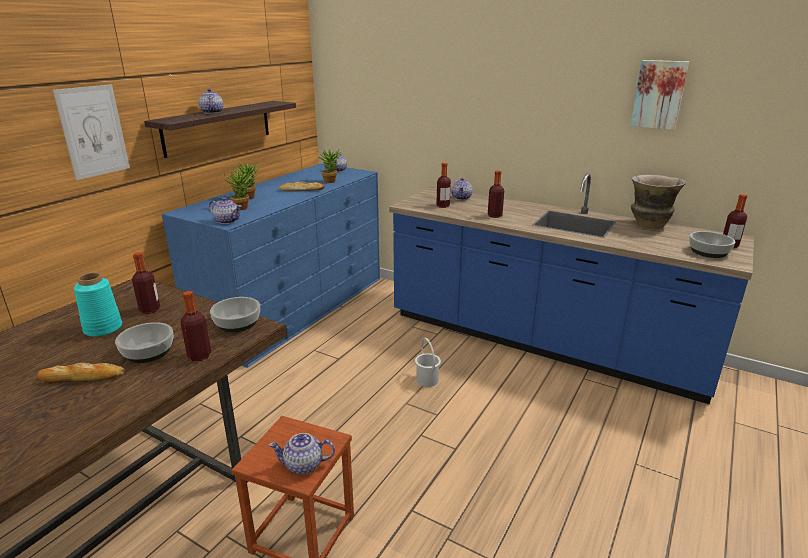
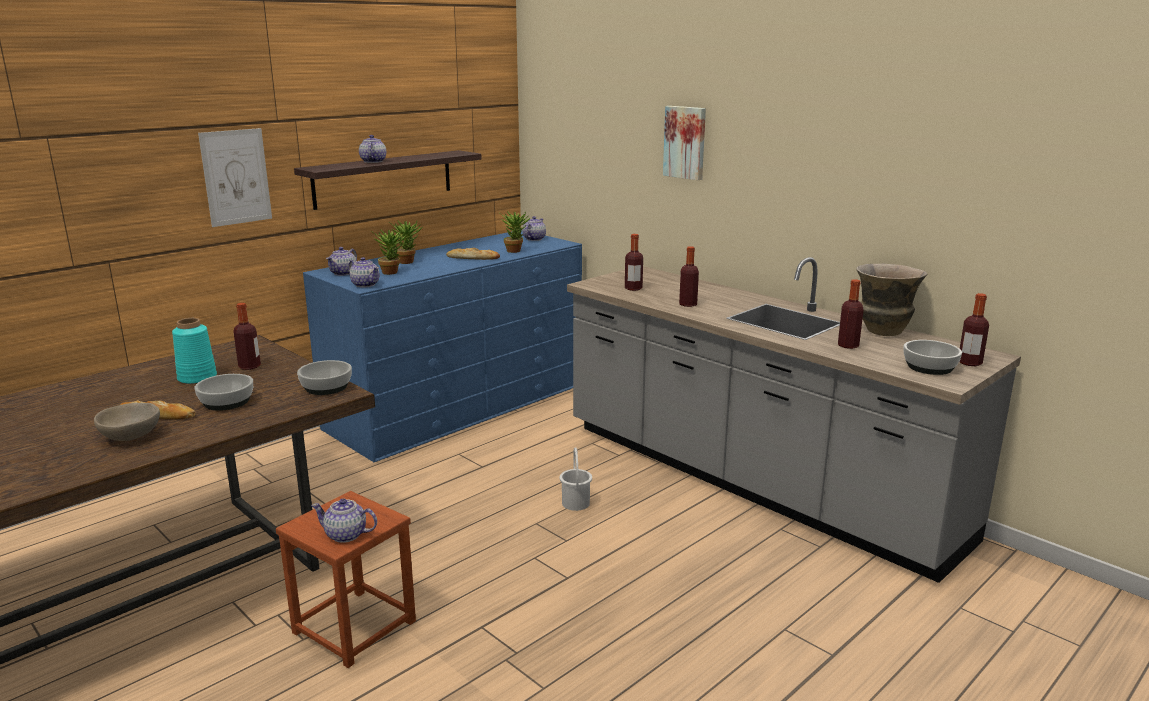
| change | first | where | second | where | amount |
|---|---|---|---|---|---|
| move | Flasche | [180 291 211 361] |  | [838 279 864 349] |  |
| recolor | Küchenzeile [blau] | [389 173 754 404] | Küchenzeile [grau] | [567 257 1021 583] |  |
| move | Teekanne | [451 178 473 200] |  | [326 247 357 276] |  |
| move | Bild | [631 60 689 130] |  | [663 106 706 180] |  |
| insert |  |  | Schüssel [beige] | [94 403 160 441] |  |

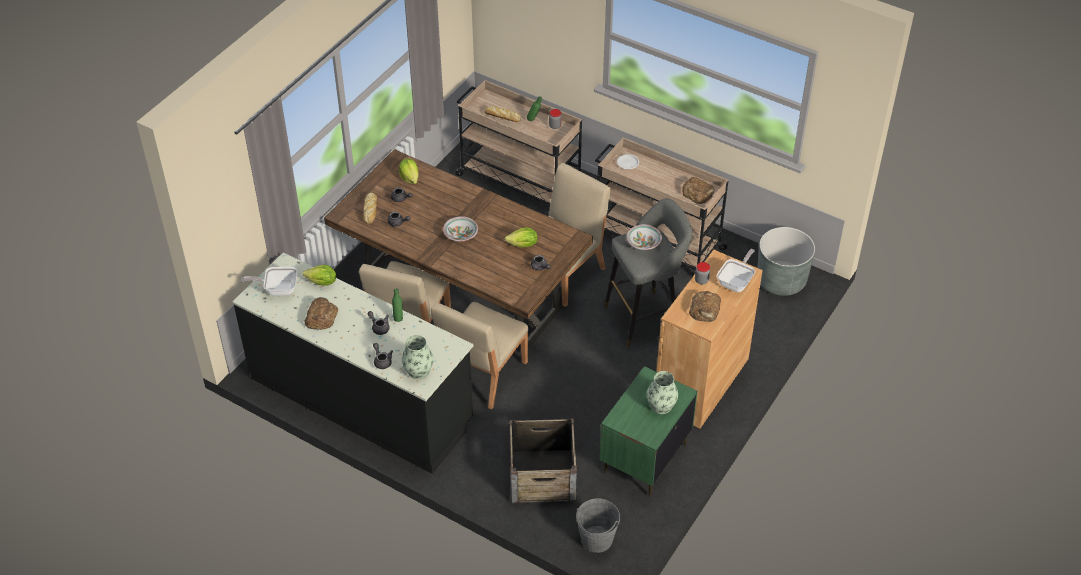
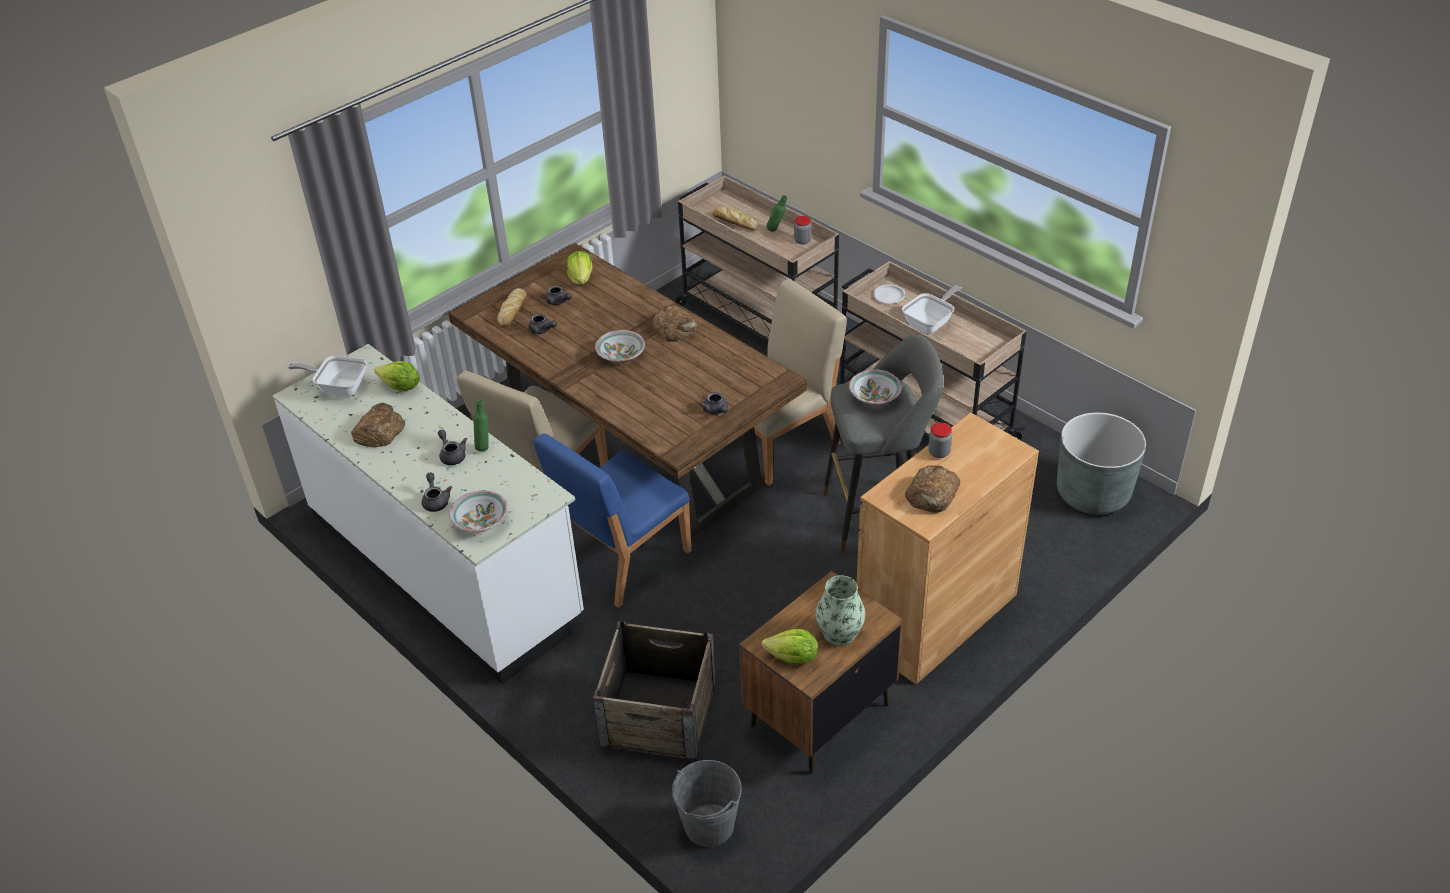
| change | first | where | second | where | amount |
|---|---|---|---|---|---|
| recolor | Küchenzeile [schwarz] | [232 252 474 474] | Küchenzeile [weiß] | [273 344 584 684] |  |
| replace | Vase | [402 335 434 379] | Schüssel | [449 490 508 532] |  |
| recolor | Stuhl [beige] | [431 302 528 410] | Stuhl [blau] | [533 433 691 608] |  |
| move | Salatkopf | [505 227 538 248] |  | [761 629 818 664] |  |
| recolor | Nachttisch [grün] | [600 366 697 496] | Nachttisch [braun] | [739 571 903 773] |  |
| move | Brot | [682 177 715 204] |  | [653 305 698 342] |  |
| move | Pfanne | [717 249 755 292] |  | [902 285 962 334] |  |

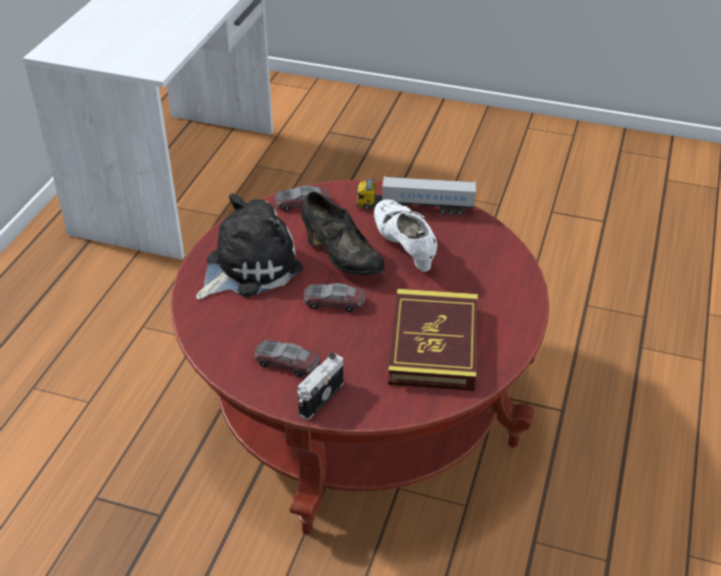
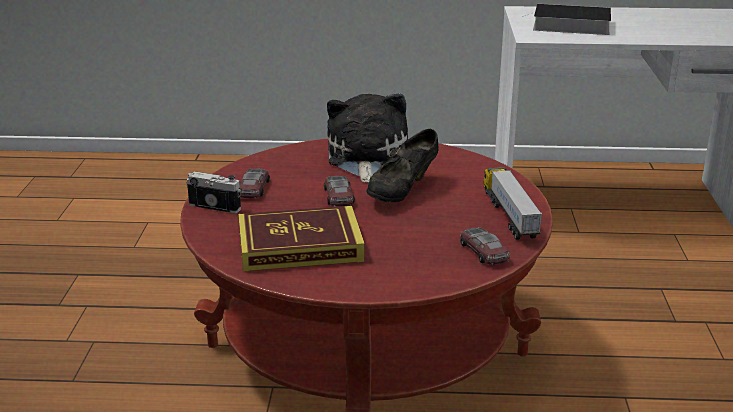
| change | first | where | second | where | amount |
|---|---|---|---|---|---|
| rotate | Plüschtier | [196 193 303 300] |  | [327 93 408 183] | 120 degrees counterclockwise |
| move | Spielzeugauto | [275 186 330 211] |  | [460 227 510 265] |  |
| delete | Schuh [weiß] | [374 199 437 272] |  |  |  |
| insert |  |  | Buch | [522 4 611 35] |  |

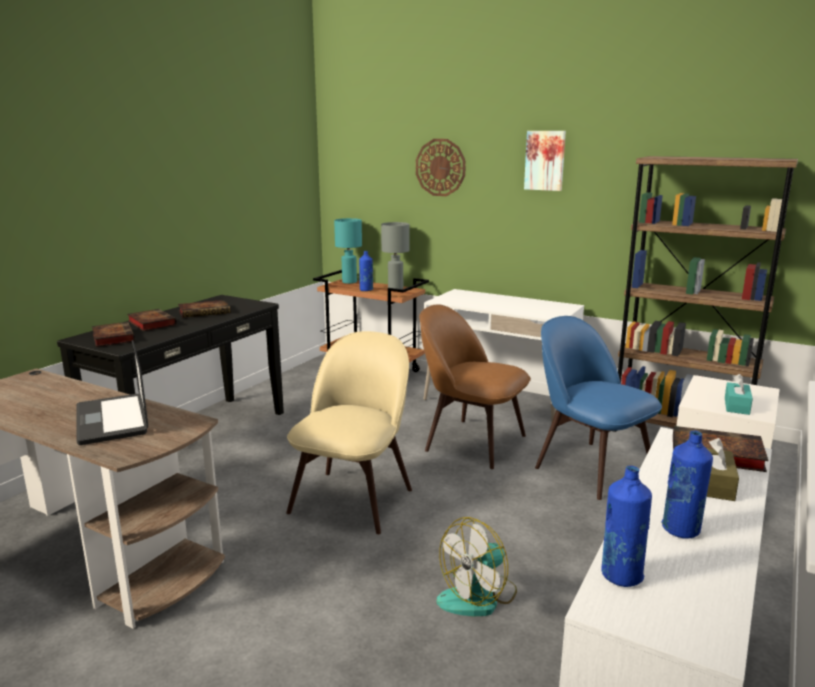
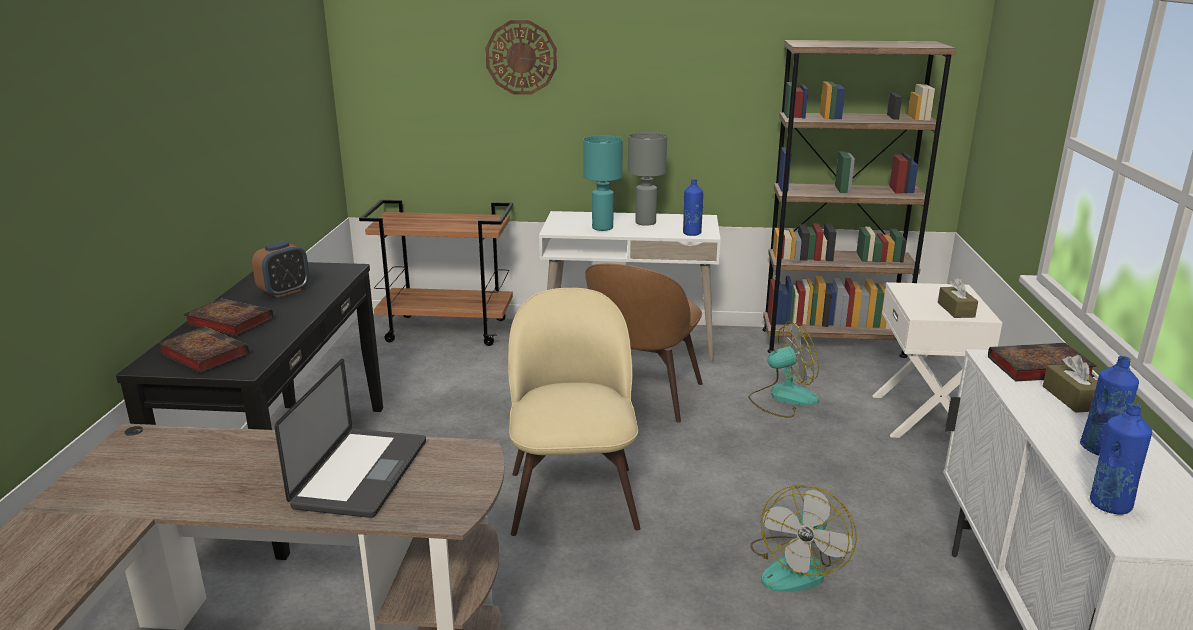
| change | first | where | second | where | amount |
|---|---|---|---|---|---|
| rotate | Laptop | [76 340 148 445] |  | [274 359 426 518] | 120 degrees counterclockwise |
| replace | Buch | [178 300 230 317] | Wecker | [252 241 309 298] |  |
| move | Tischlampe [türkis] | [334 218 362 284] |  | [583 136 623 231] |  |
| move | Flasche [blau] | [359 251 373 291] |  | [683 179 703 236] |  |
| move | Tischlampe [grau] | [381 222 410 289] |  | [628 132 667 226] |  |
| rotate | Stuhl [braun] | [419 304 531 469] |  | [585 264 703 422] | 75 degrees counterclockwise |
| delete | Bild | [524 131 566 191] |  |  |  |
| replace | Stuhl [blau] | [535 316 662 500] | Ventilator | [748 321 819 418] |  |
| recolor | Taschentuchbox [türkis] | [725 374 753 415] | Taschentuchbox [braun] | [938 278 978 318] |  |

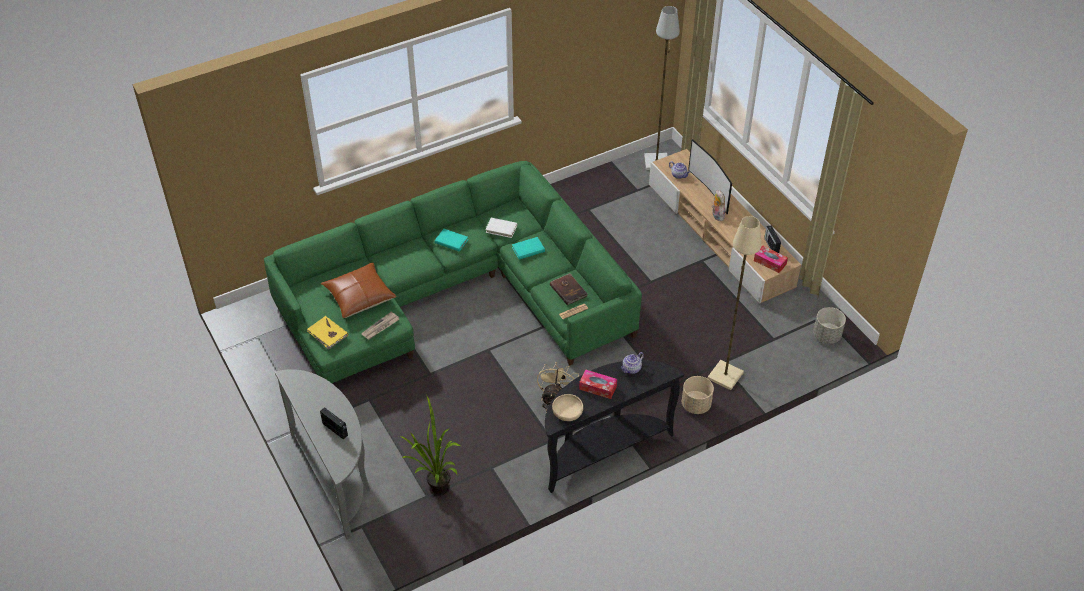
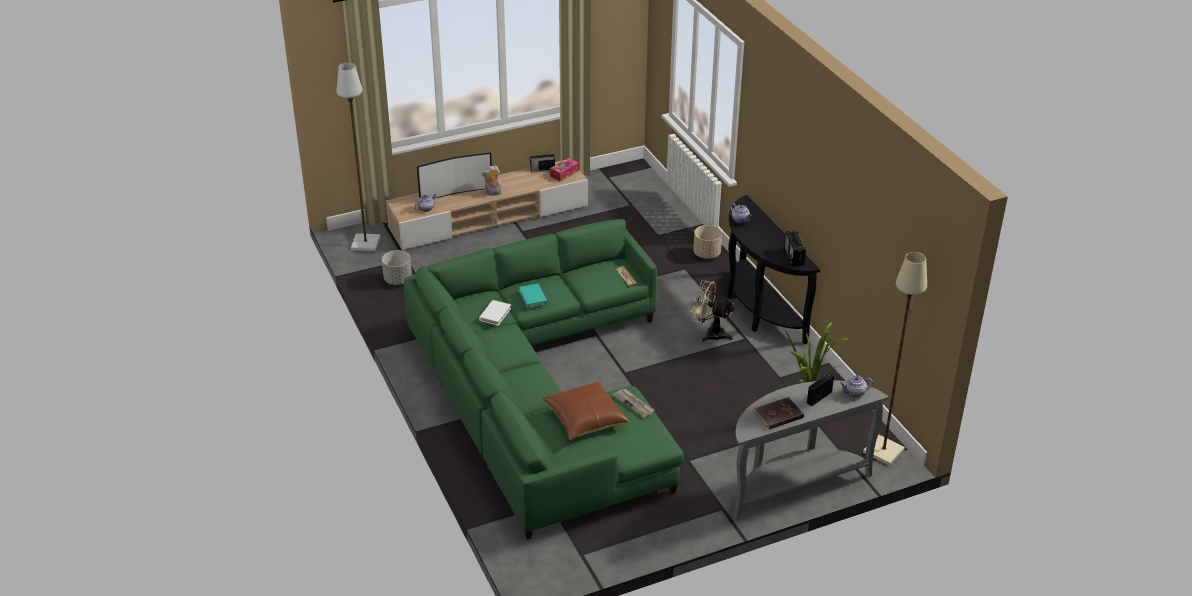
| change | first | where | second | where | amount |
|---|---|---|---|---|---|
| delete | Buch [gelb] | [307 316 348 350] |  |  |  |
| delete | Buch [türkis] | [435 229 468 252] |  |  |  |
| move | Buch [braun] | [550 273 588 305] |  | [753 397 804 429] |  |
| replace | Schüssel [beige] | [552 394 583 421] | Radio | [784 230 806 266] |  |
| delete | Taschentuchbox | [579 370 617 399] |  |  |  |
| move | Stehlampe [beige] | [707 216 761 390] |  | [863 252 927 466] |  |
| move | Pflanzkübel [grau] | [813 307 846 344] |  | [382 250 412 285] |  |
| insert |  |  | Teekanne | [840 376 873 398] |  |

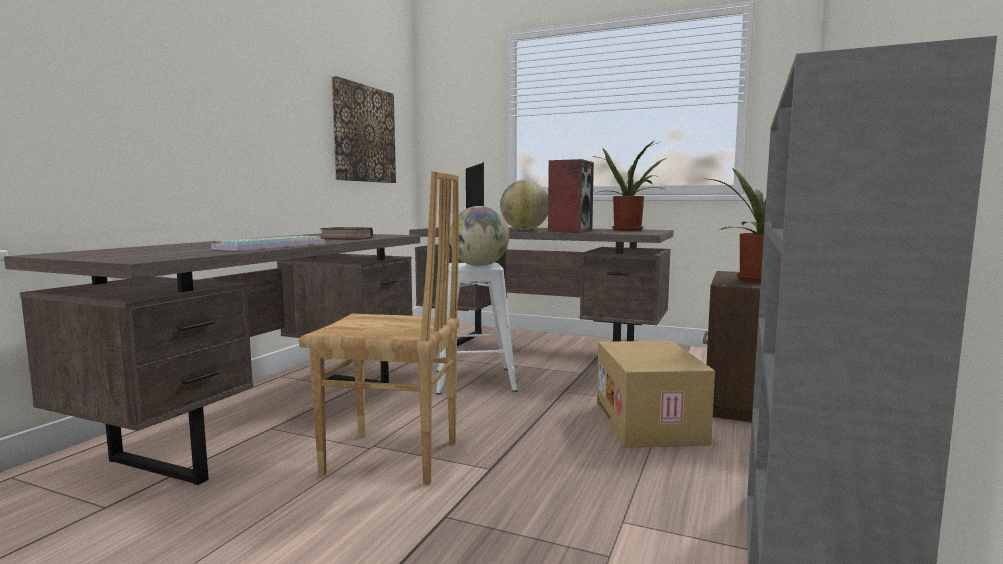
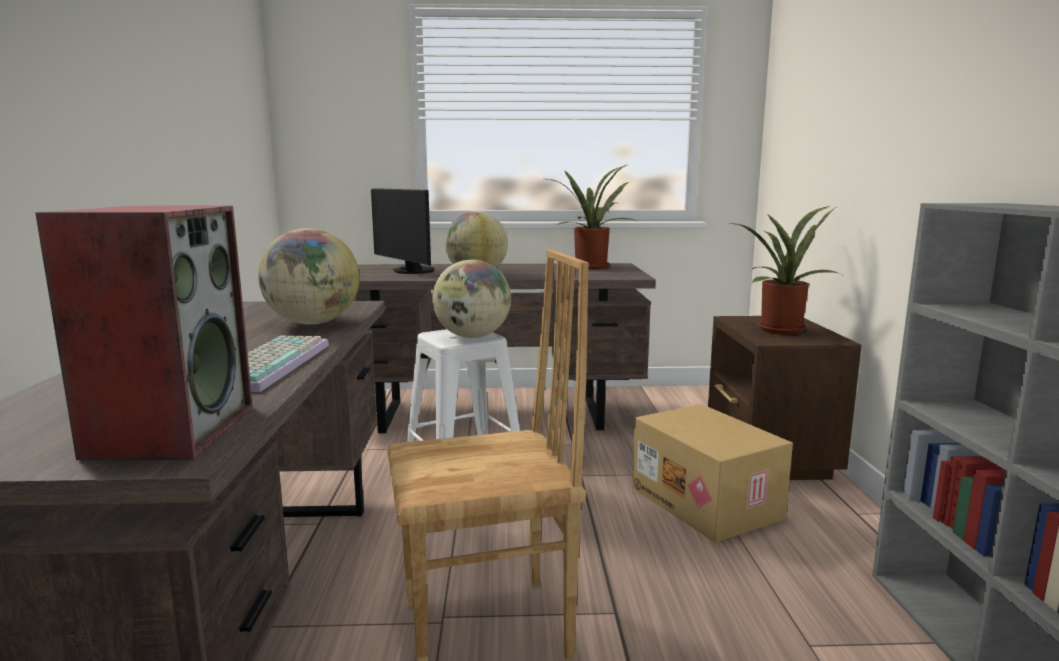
| change | first | where | second | where | amount |
|---|---|---|---|---|---|
| replace | Buch | [320 227 373 240] | Globus | [258 228 359 325] |  |
| delete | Bild | [331 76 396 183] |  |  |  |
| move | Lautsprecher | [548 159 594 233] |  | [35 206 253 460] |  |

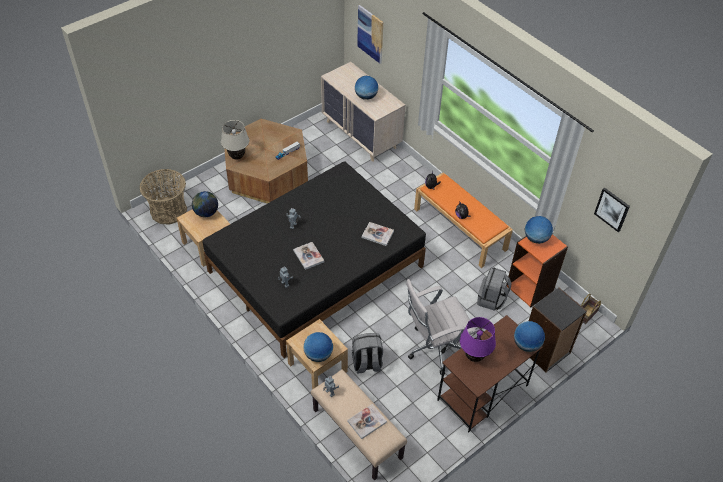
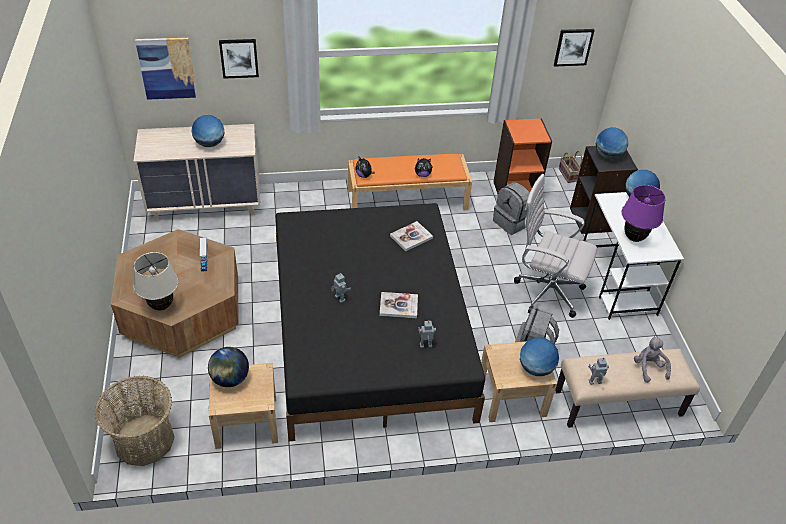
| change | first | where | second | where | amount |
|---|---|---|---|---|---|
| replace | Buch | [347 404 387 439] | Plüschtier [grau] | [634 336 671 383] |  |
| rotate | Bürostuhl [weiß] | [406 279 476 375] |  | [514 174 597 318] | 105 degrees clockwise |
| recolor | Schreibtisch [braun] | [437 315 543 432] | Schreibtisch [weiß] | [583 192 684 320] |  |
| move | Globus | [525 216 553 244] |  | [596 127 628 159] |  |
| insert |  |  | Bild | [219 39 259 79] |  |

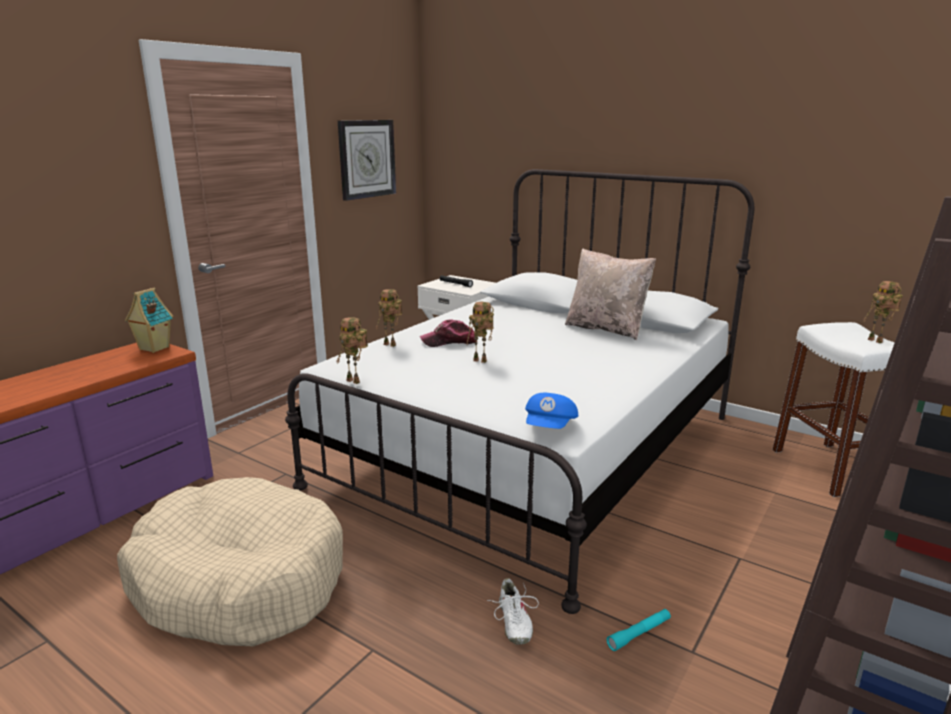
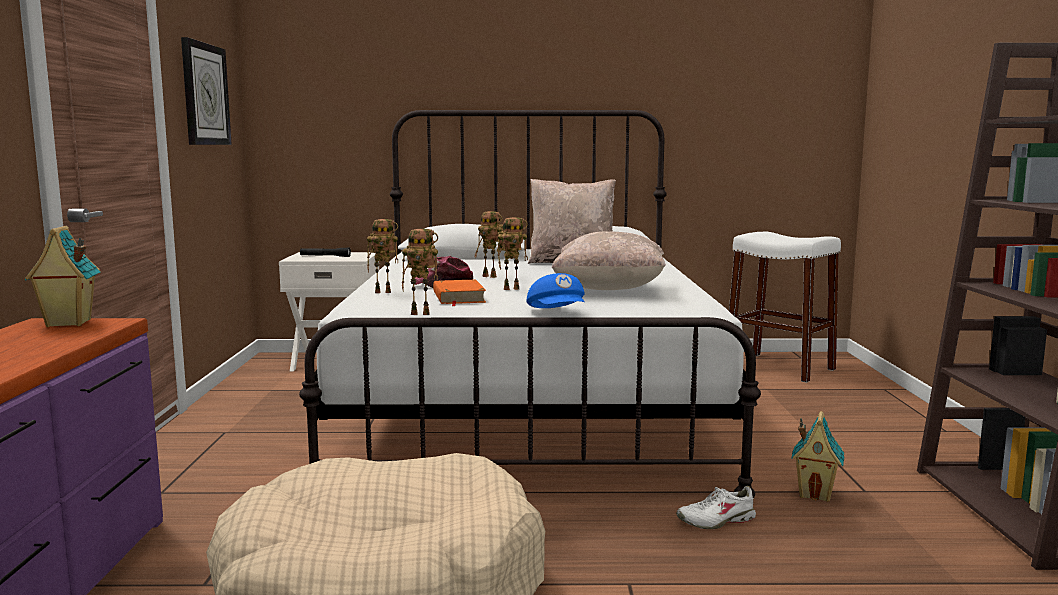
| change | first | where | second | where | amount |
|---|---|---|---|---|---|
| rotate | Schuh [weiß] | [487 578 539 645] |  | [676 486 756 529] | 120 degrees clockwise |
| move | Kappe [blau] | [525 393 578 429] |  | [526 273 585 308] |  |
| replace | Taschenlampe [türkis] | [607 609 671 651] | Spielzeughaus | [791 411 844 502] |  |
| move | Spielzeugroboter | [863 281 903 343] |  | [474 211 503 278] |  |
| insert |  |  | Buch [orange] | [433 280 486 306] |  |
| insert |  |  | Kissen [beige] | [552 231 666 290] |  |

